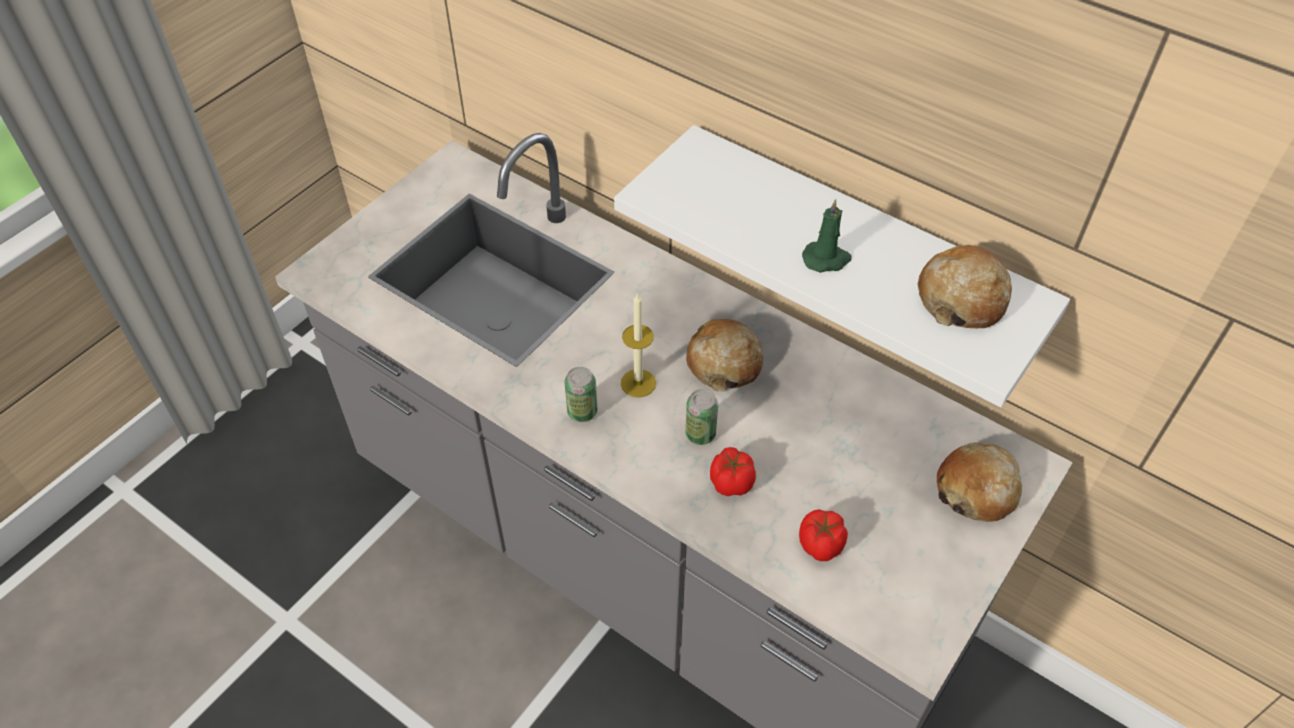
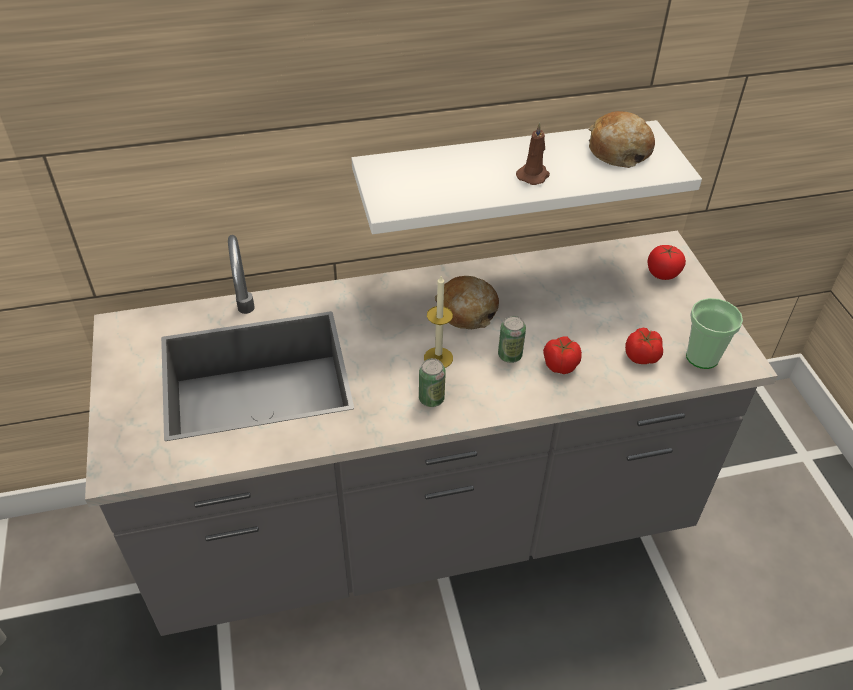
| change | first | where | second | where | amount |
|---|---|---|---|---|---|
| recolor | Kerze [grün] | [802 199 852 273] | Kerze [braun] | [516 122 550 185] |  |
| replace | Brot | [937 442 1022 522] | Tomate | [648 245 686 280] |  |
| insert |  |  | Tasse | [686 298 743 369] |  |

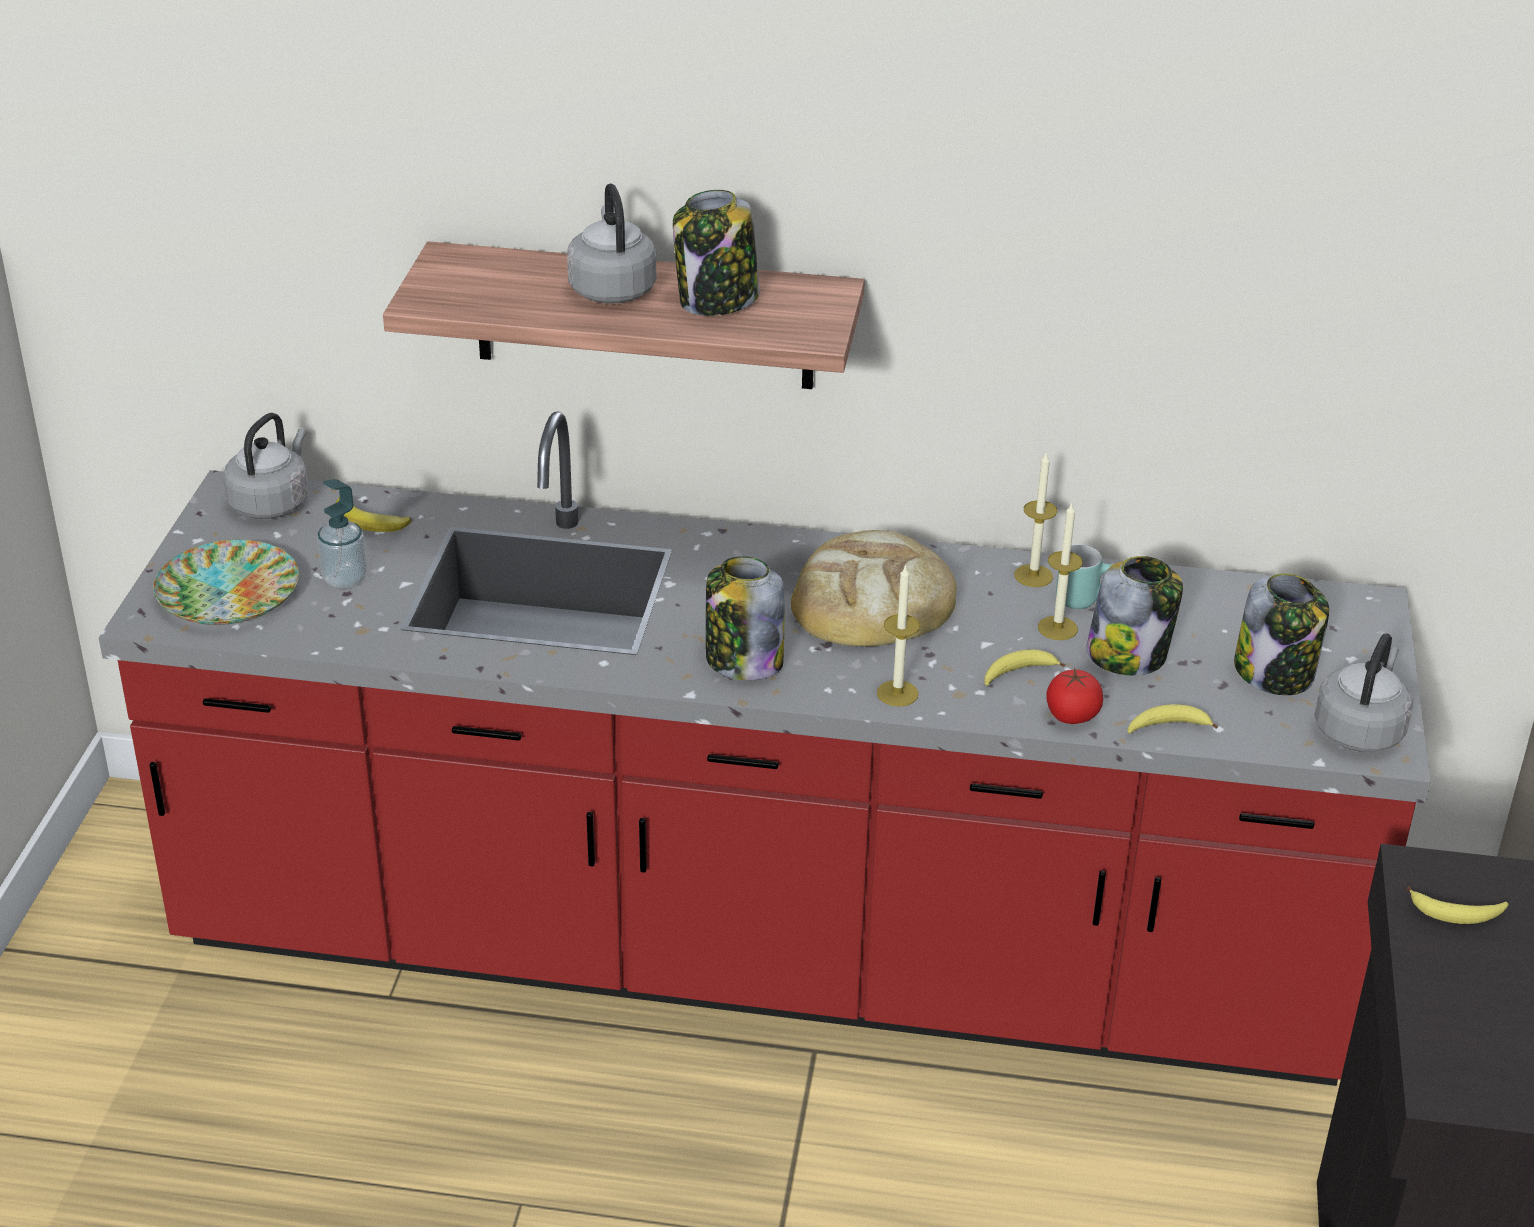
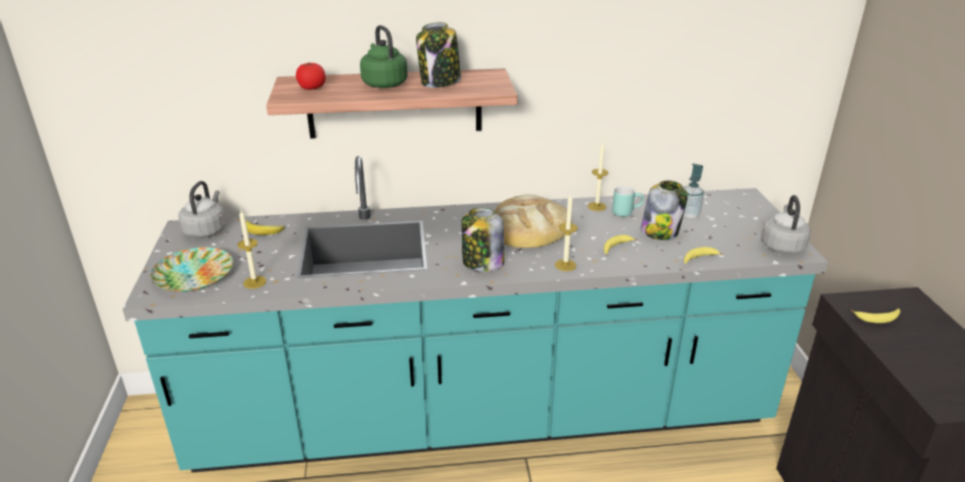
| change | first | where | second | where | amount |
|---|---|---|---|---|---|
| recolor | Küchenzeile [rot] | [99 412 1430 1086] | Küchenzeile [türkis] | [122 156 828 472] |  |
| move | Seifenspender | [317 479 367 589] |  | [683 164 704 219] |  |
| recolor | Wasserkessel [grau] | [567 184 656 303] | Wasserkessel [grün] | [360 25 408 88] |  |
| move | Kerze | [1038 502 1083 640] |  | [237 210 266 289] |  |
| move | Tomate | [1046 668 1103 724] |  | [296 62 326 90] |  |
| delete | Vorratsglas | [1234 573 1329 695] |  |  |  |

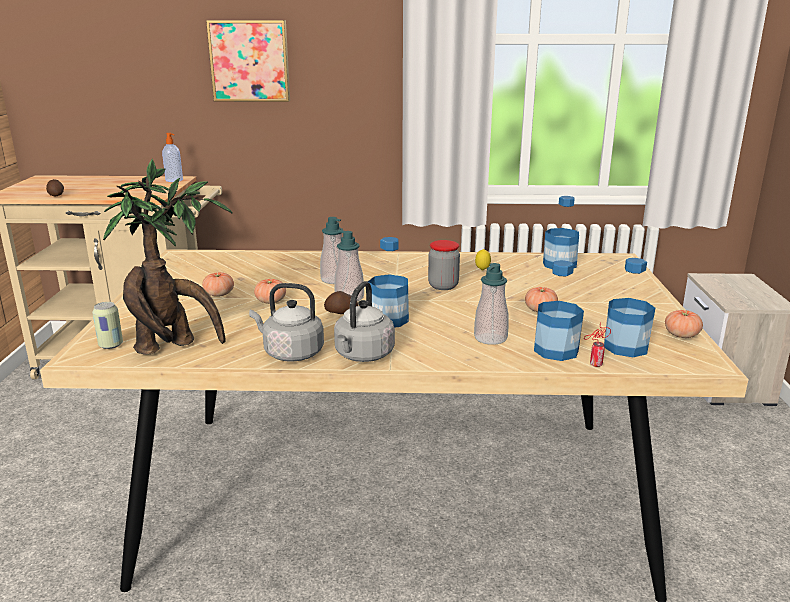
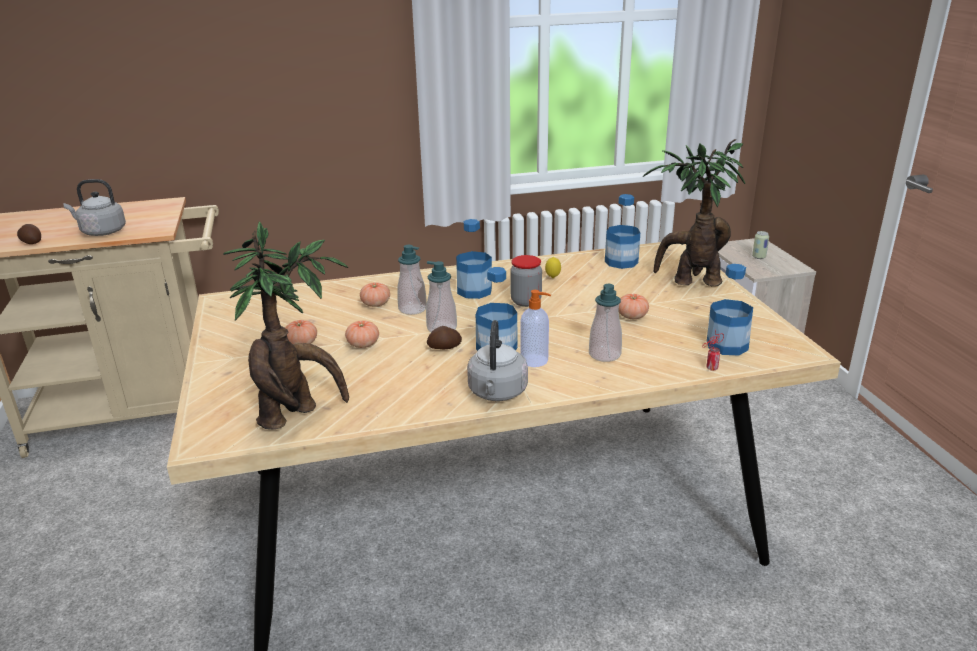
| change | first | where | second | where | amount |
|---|---|---|---|---|---|
| move | Dose | [92 302 123 349] |  | [752 231 769 259] |  |
| move | Seifenspender | [162 133 183 182] |  | [520 290 551 367] |  |
| delete | Bild | [206 20 290 102] |  |  |  |
| move | Wasserkessel [grau] | [249 283 324 362] |  | [64 179 126 236] |  |
| move | Flasche | [534 260 584 361] |  | [456 219 492 299] |  |
| move | Tomate | [665 310 703 338] |  | [360 282 390 307] |  |
| insert |  |  | Topfpflanze | [643 139 745 286] |  |

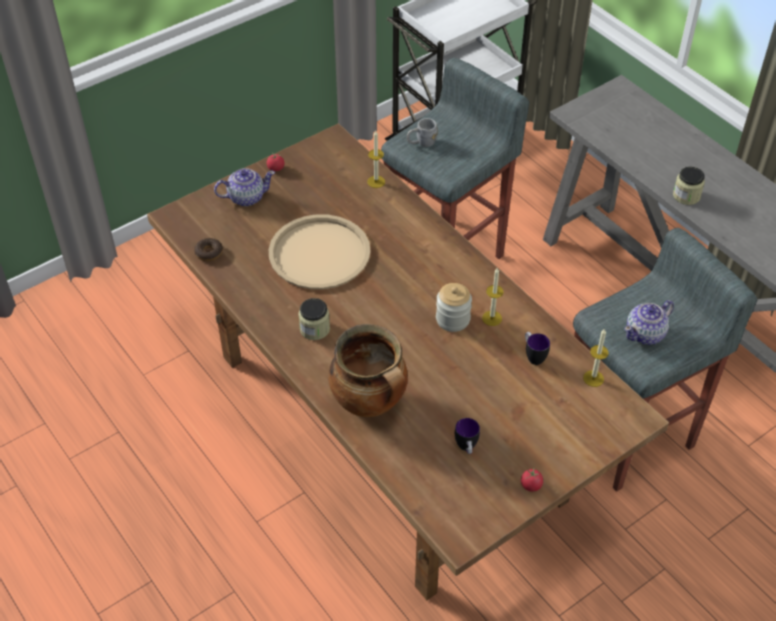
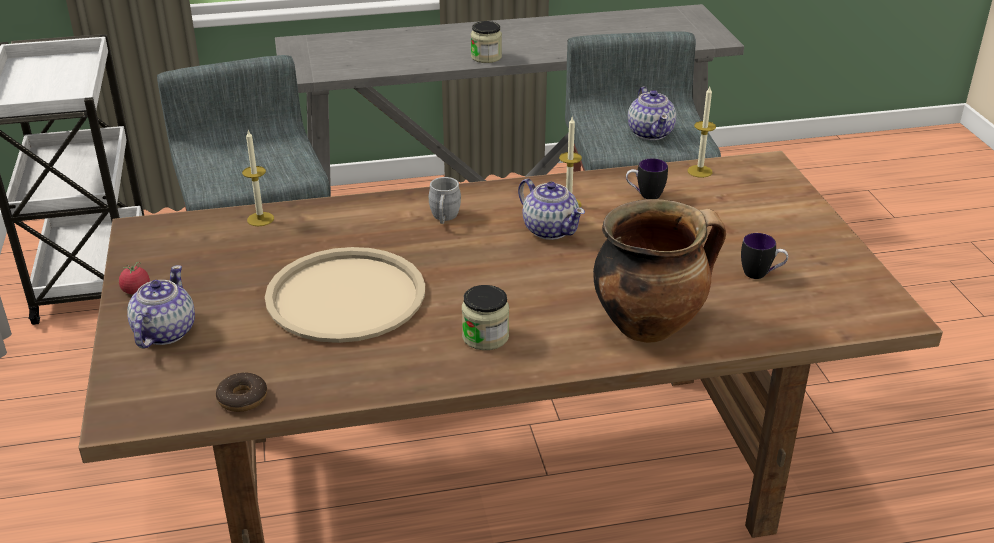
| change | first | where | second | where | amount |
|---|---|---|---|---|---|
| move | Henkelbecher [grau] | [407 118 438 147] |  | [429 177 461 224] |  |
| replace | Vorratsglas | [436 283 472 332] | Teekanne | [518 179 585 240] |  |
| delete | Tomate | [521 468 543 492] |  |  |  |

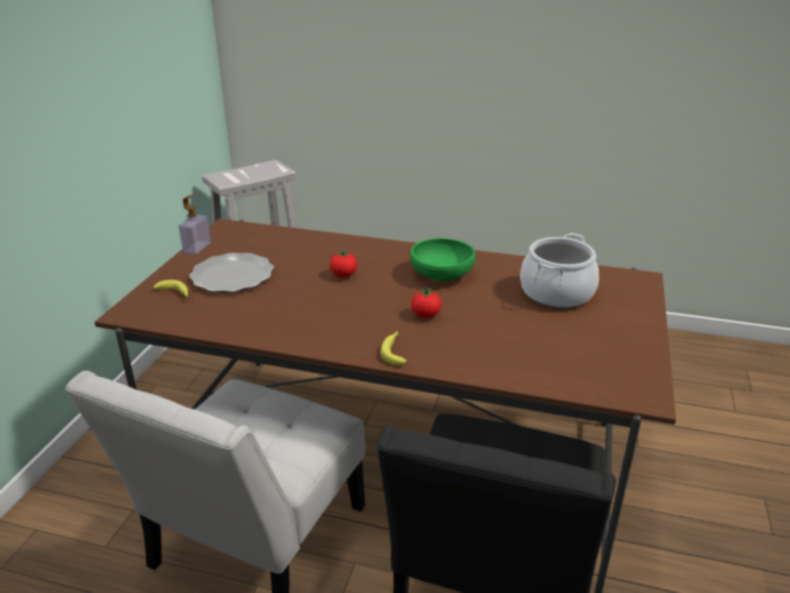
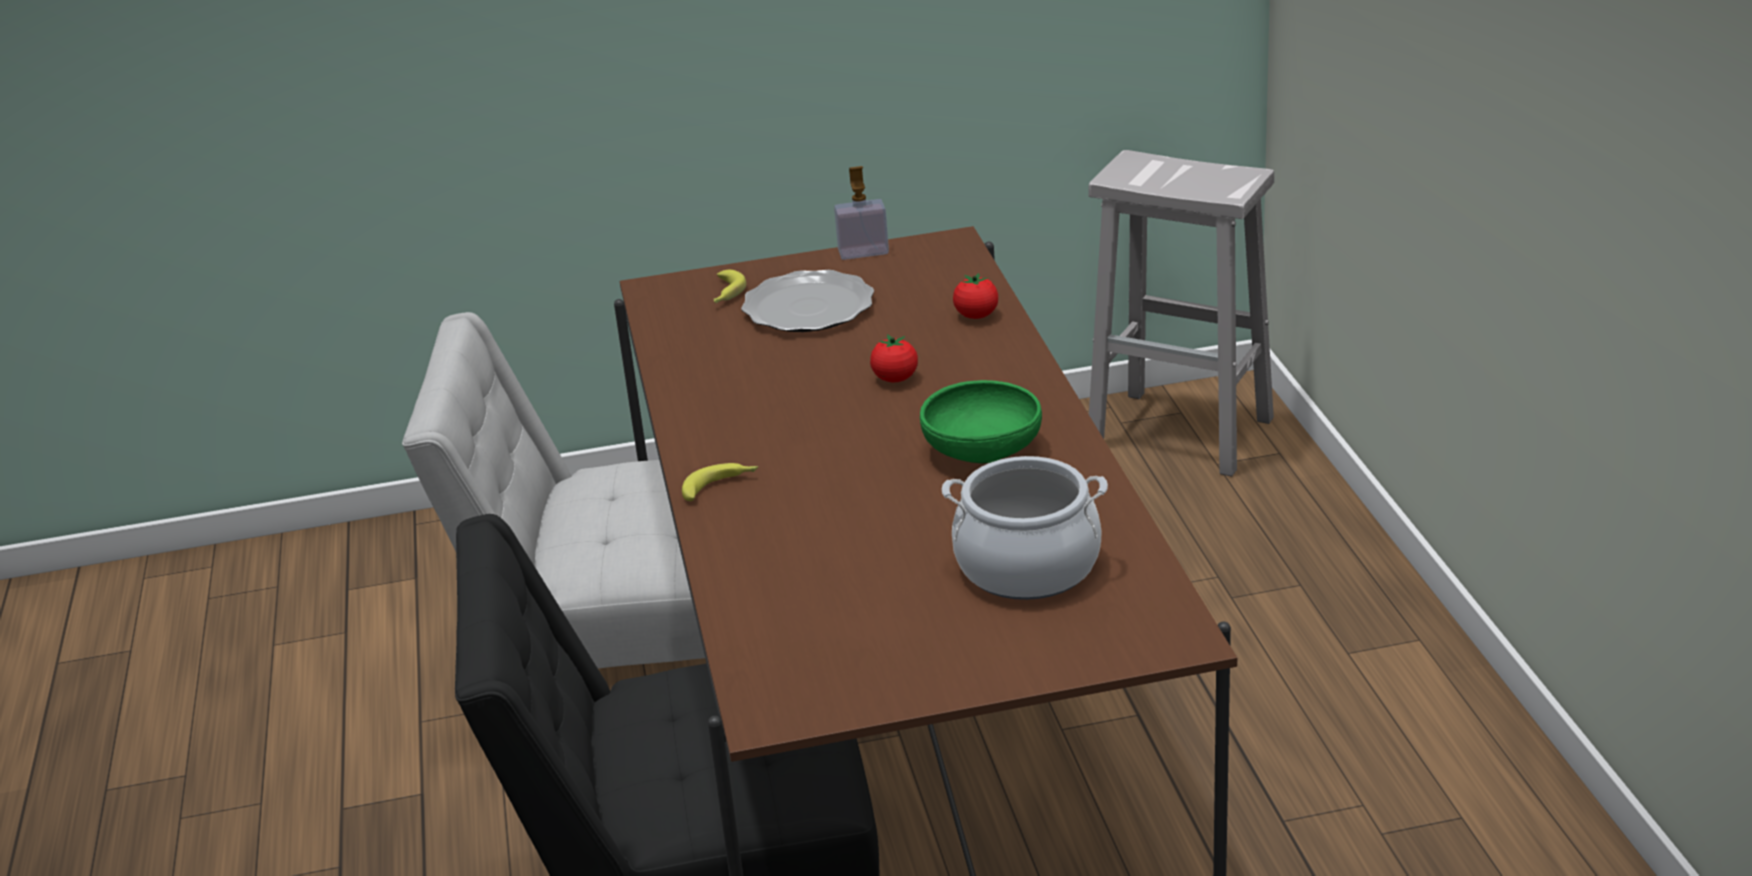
| change | first | where | second | where | amount |
|---|---|---|---|---|---|
| move | Tomate | [411 287 441 318] |  | [953 272 998 319] |  |

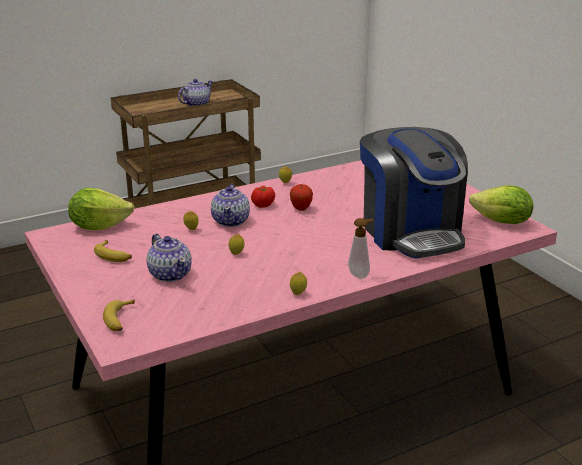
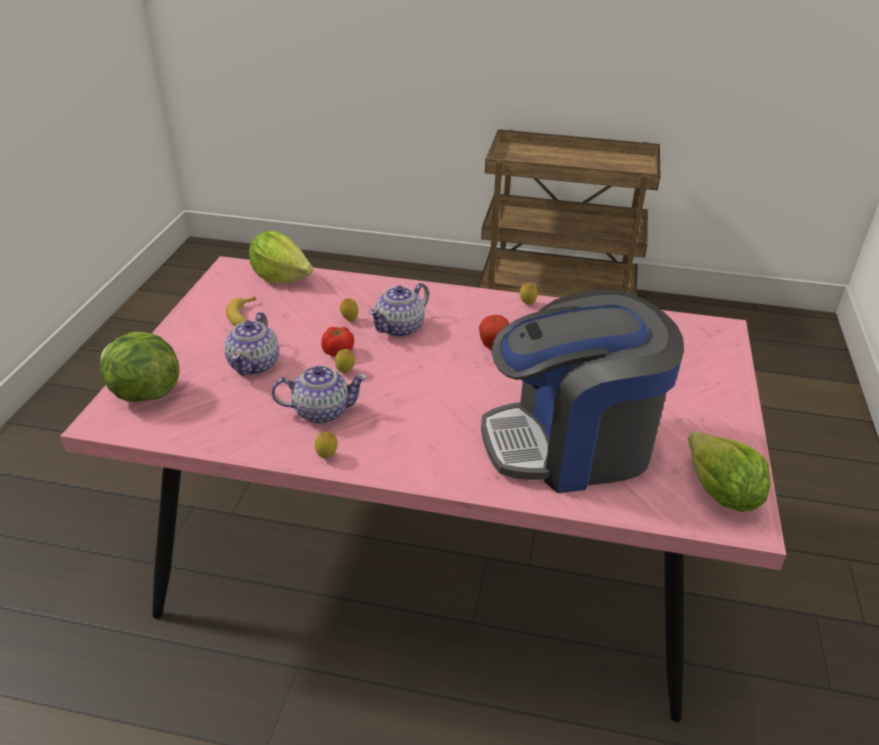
| change | first | where | second | where | amount |
|---|---|---|---|---|---|
| replace | Banane | [103 299 135 331] | Salatkopf | [100 332 180 402] |  |
| move | Teekanne | [178 79 213 106] |  | [271 365 368 424] |  |
| move | Tomate | [251 186 275 208] |  | [321 326 354 357] |  |
| delete | Seifenspender | [348 218 373 279] |  |  |  |
| rotate | Kaffeemaschine | [360 127 468 259] |  | [481 290 684 493] | 60 degrees clockwise |

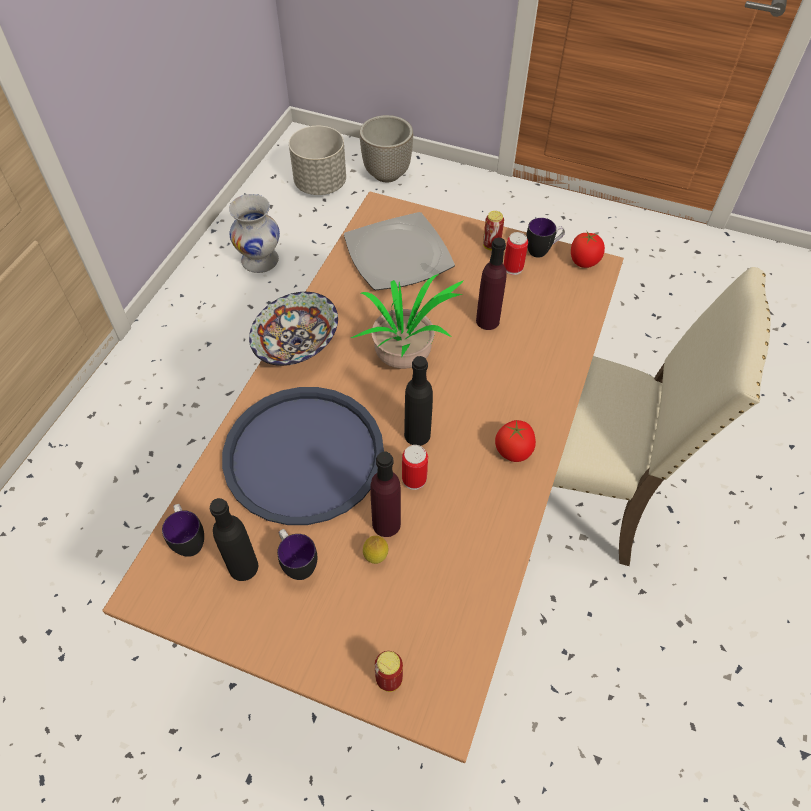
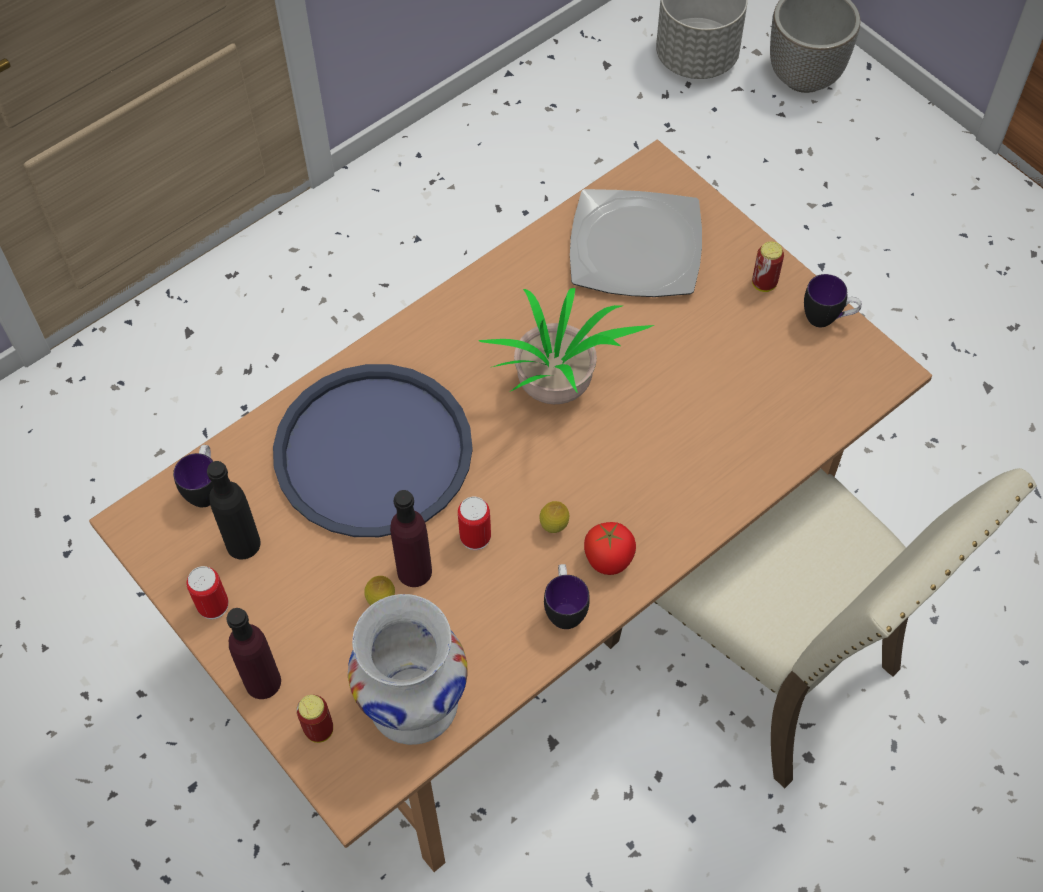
| change | first | where | second | where | amount |
|---|---|---|---|---|---|
| move | Vase [weiß] | [229 194 280 273] |  | [348 594 468 745] |  |
| delete | Schüssel | [249 292 338 366] |  |  |  |
| move | Henkelbecher | [277 529 317 580] |  | [544 564 590 629] |  |
| delete | Flasche [schwarz] | [404 356 433 446] |  |  |  |
| move | Flasche [lila] | [476 238 507 330] |  | [226 608 281 699] |  |
| move | Dose | [503 232 528 275] |  | [186 566 229 619] |  |
| delete | Tomate | [571 232 605 268] |  |  |  |
| insert |  |  | Zitrone | [539 501 569 533] |  |

